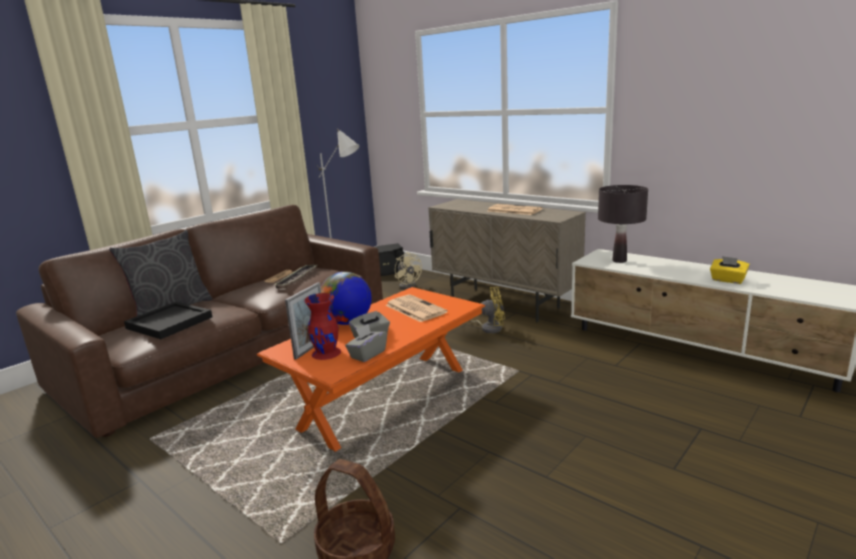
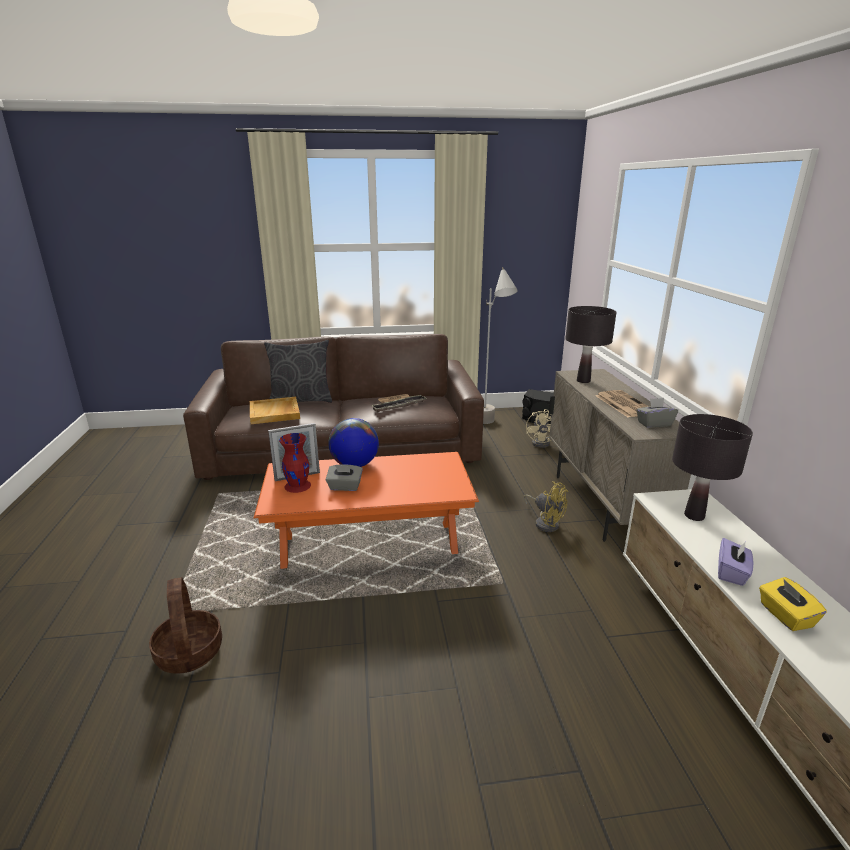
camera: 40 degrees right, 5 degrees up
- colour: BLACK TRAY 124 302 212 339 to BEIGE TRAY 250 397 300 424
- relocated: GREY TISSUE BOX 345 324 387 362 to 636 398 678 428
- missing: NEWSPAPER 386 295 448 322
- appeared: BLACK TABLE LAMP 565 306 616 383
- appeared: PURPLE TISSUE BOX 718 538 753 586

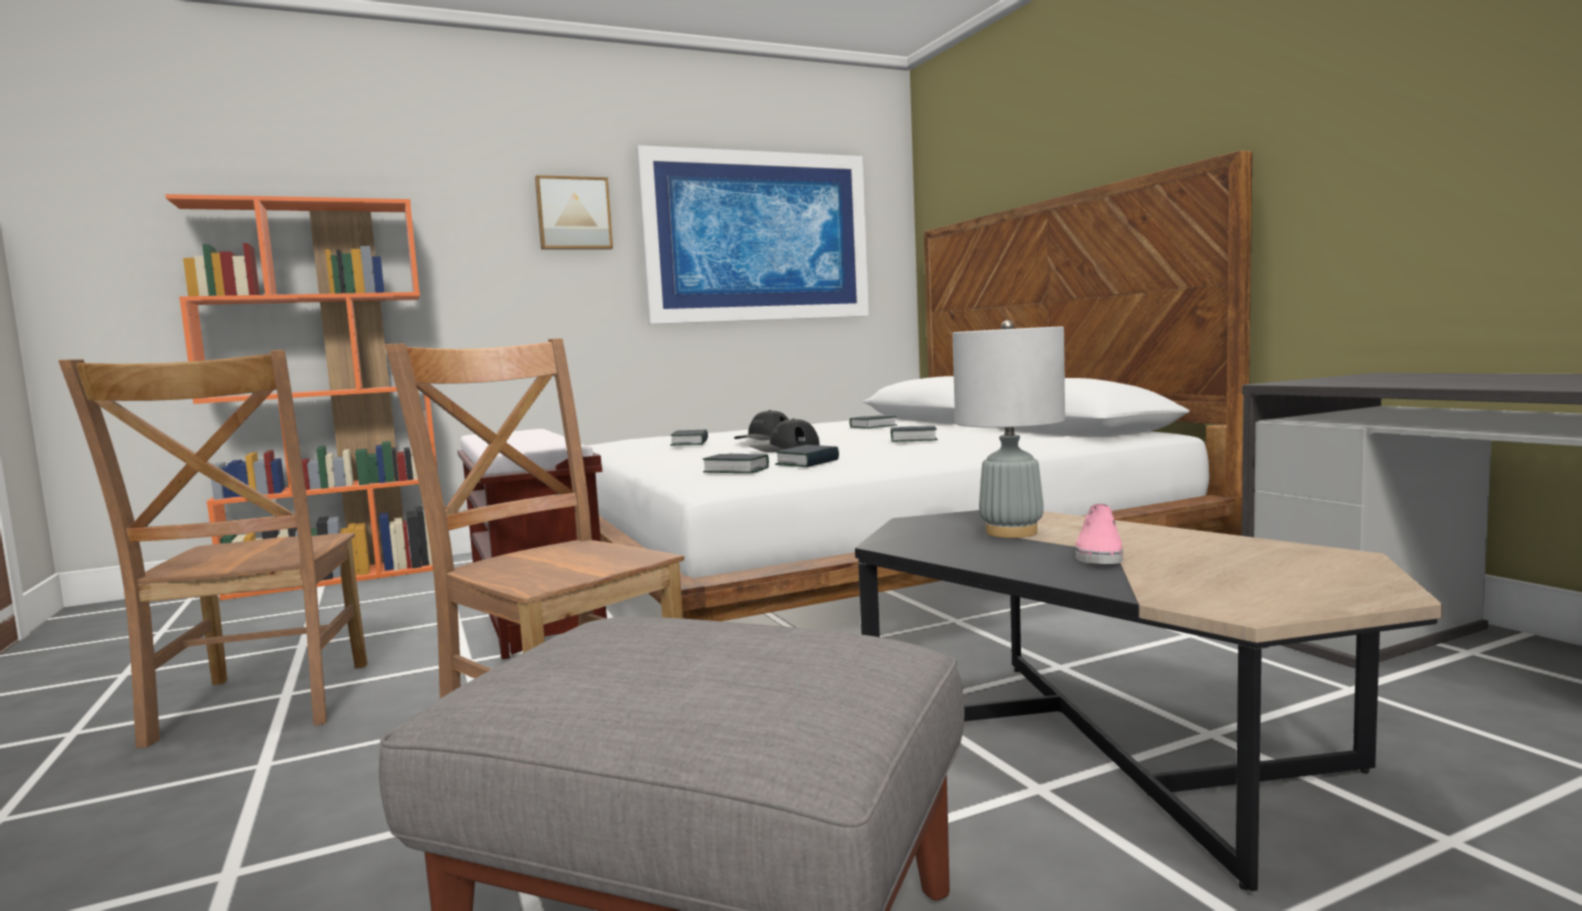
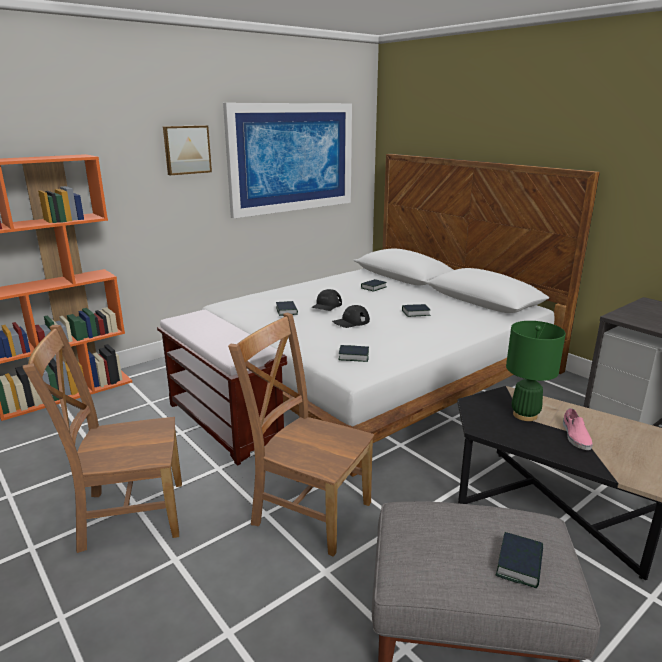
camera: 15 degrees left, 15 degrees up
- spun: BROWN CHAIR 58 350 368 748 = 23 325 182 553 105 degrees clockwise
- relocated: BOOK 775 445 839 467 to 496 532 543 588
- colour: GREY TABLE LAMP 952 320 1065 538 to GREEN TABLE LAMP 506 321 566 421

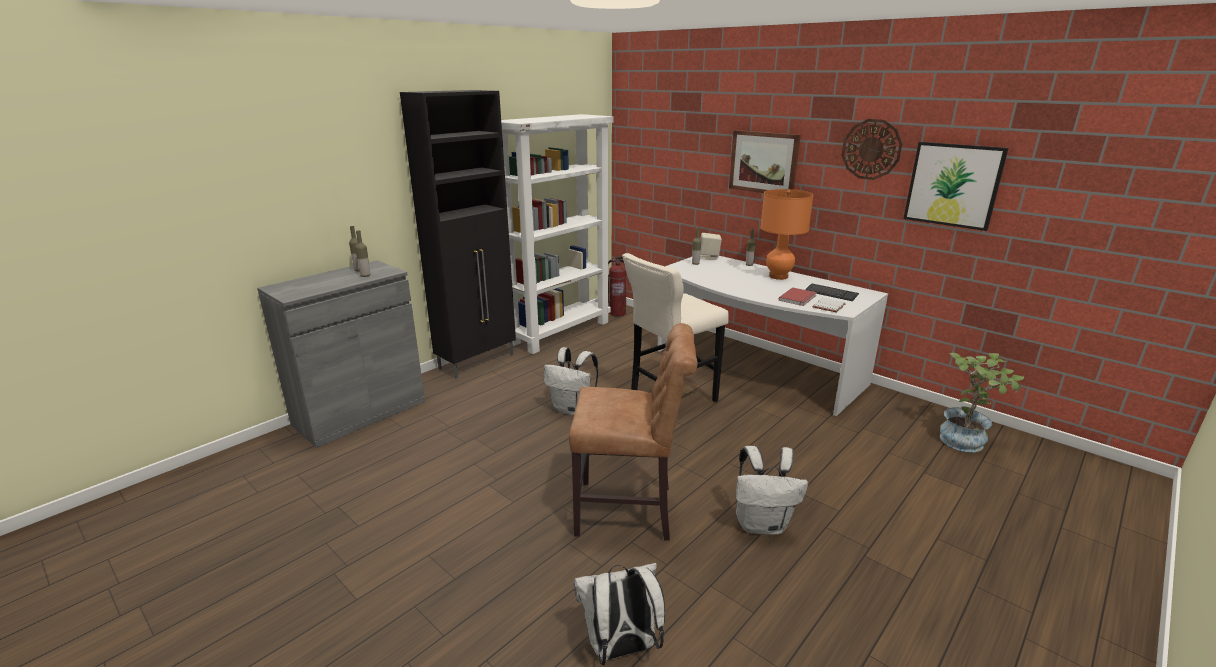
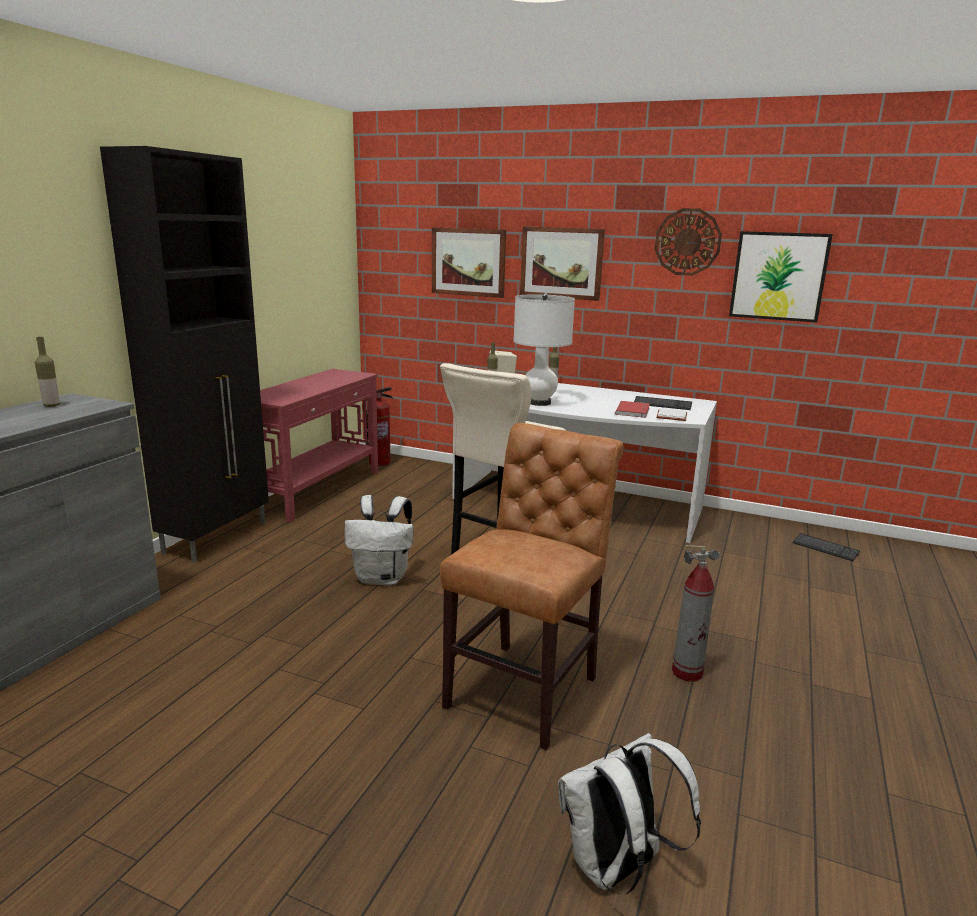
camera: 20 degrees left, 5 degrees down
- missing: BOTTLE 355 230 371 277
- exchanged: WHITE BOOKCASE 501 114 613 354 to RED CONSOLE TABLE 260 369 378 523
- spun: BROWN CHAIR 569 323 697 541 = 440 423 624 750 45 degrees counterclockwise
- exchanged: WHITE BACKPACK 736 446 808 535 to FIRE EXTINGUISHER 672 545 720 682
- missing: ORANGE TABLE LAMP 760 189 814 280
- exchanged: POTTED PLANT 940 353 1024 452 to KEYBOARD 792 533 860 561
- appeared: PICTURE 432 227 506 298
- appeared: WHITE TABLE LAMP 513 293 575 406

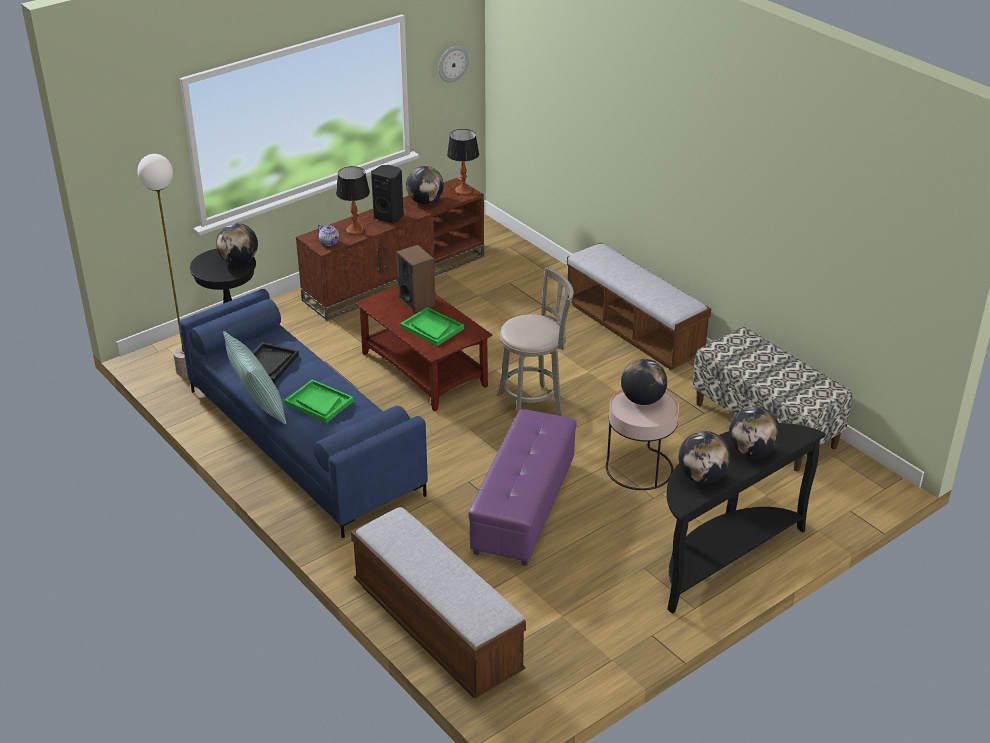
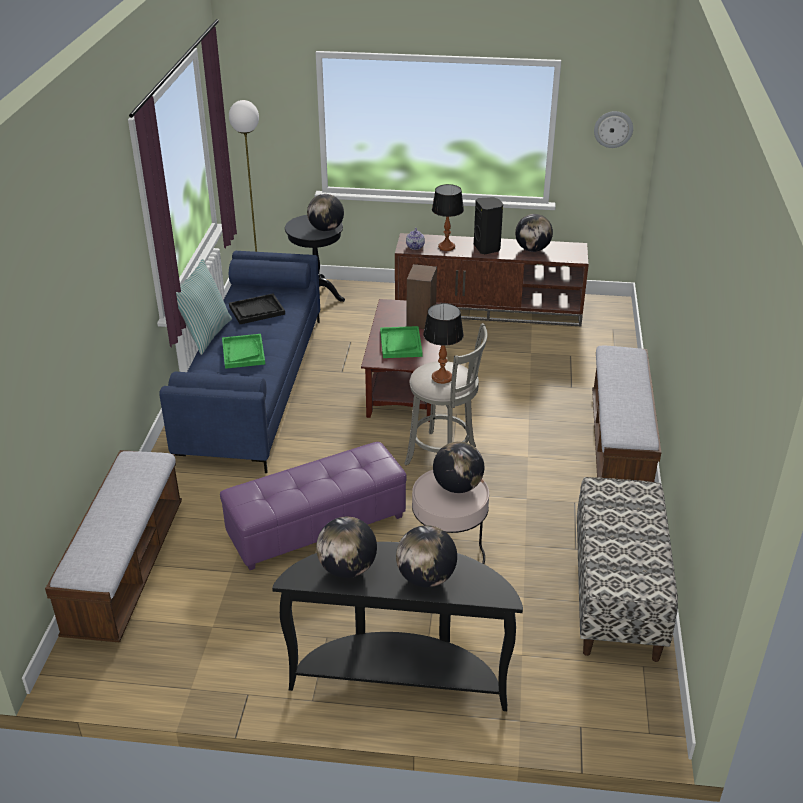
camera: 45 degrees right, 0 degrees up
- relocated: TABLE LAMP 447 129 479 195 to 423 303 464 384

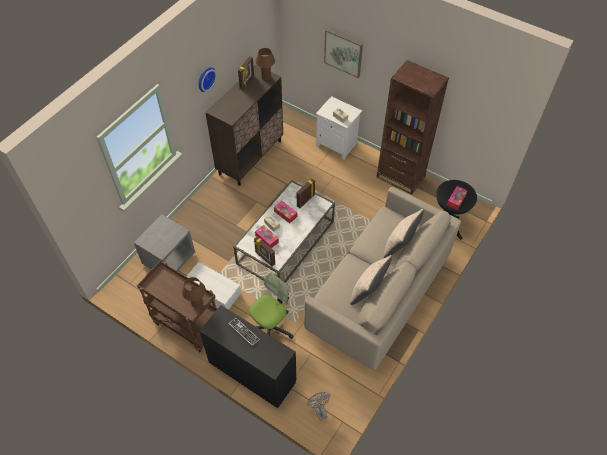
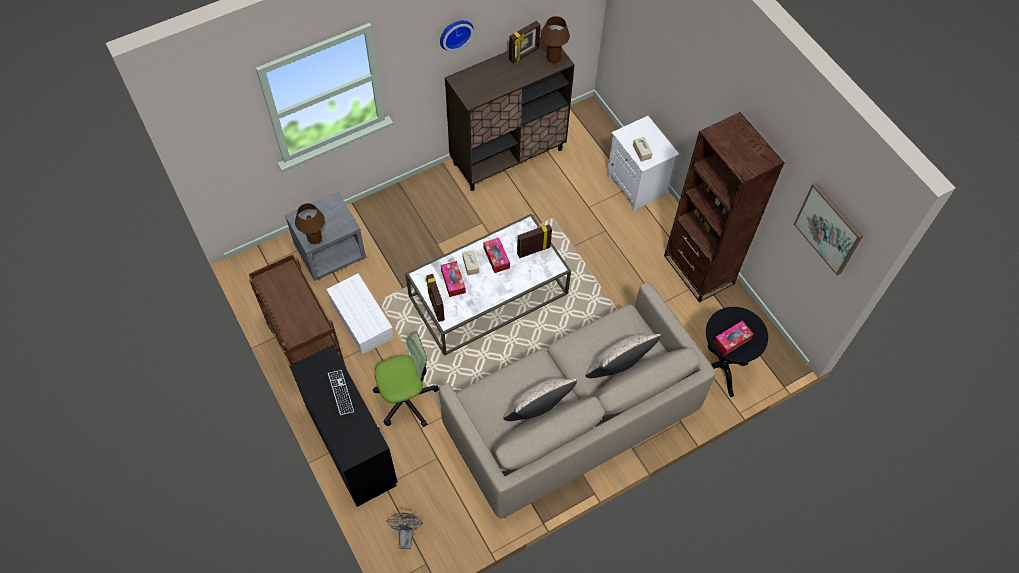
camera: 25 degrees right, 5 degrees up
- relocated: BROWN TABLE LAMP 182 277 206 308 to 295 203 325 244
- relocated: PICTURE 324 29 363 78 to 794 182 863 275

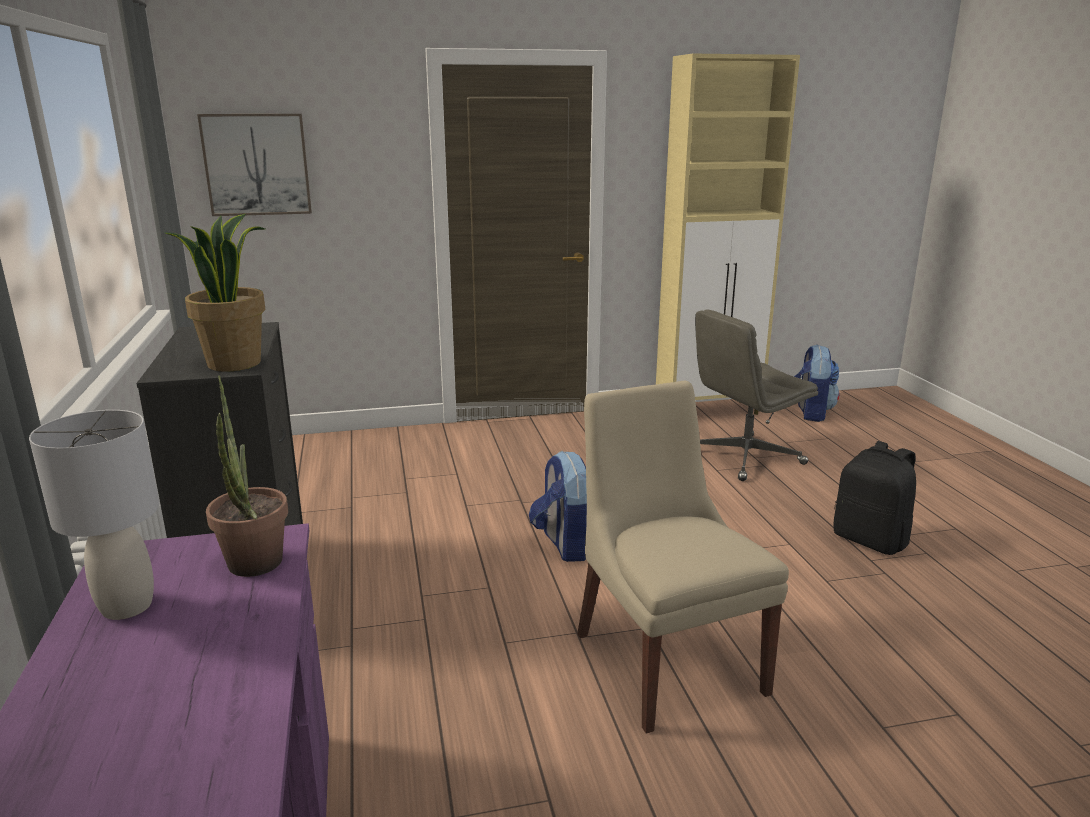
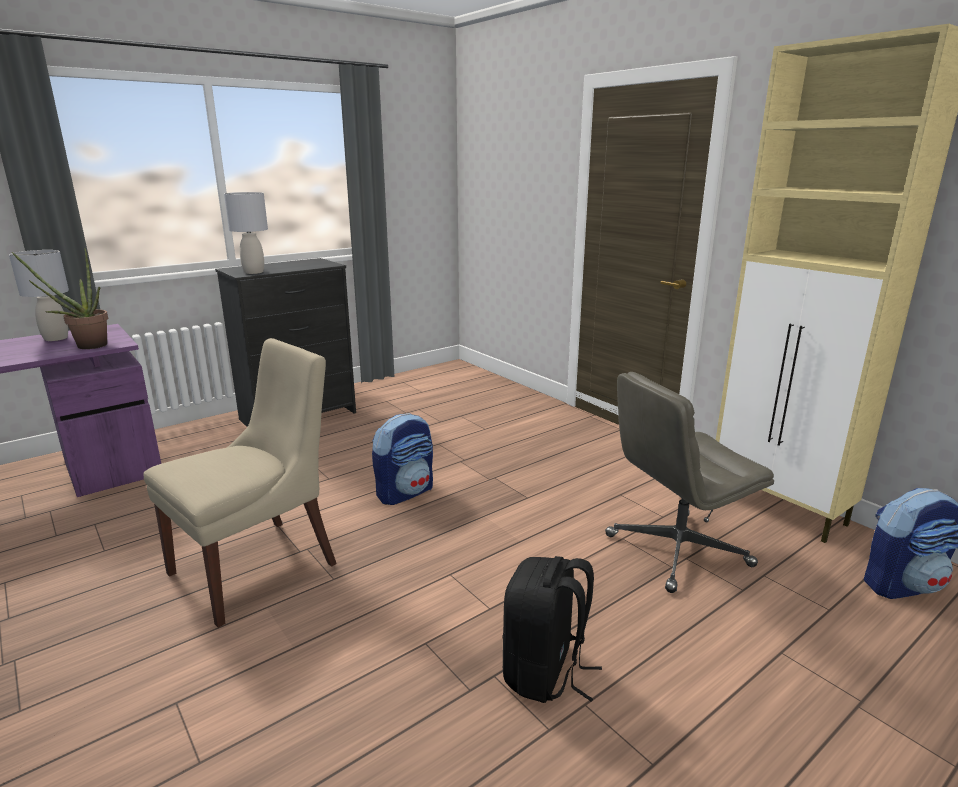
camera: 65 degrees right, 0 degrees up
- exchanged: POTTED PLANT 165 214 266 372 to GREY TABLE LAMP 224 192 268 274
- missing: PICTURE 197 114 312 216
- spun: GREY OFFICE CHAIR 695 309 818 481 = 605 372 774 593 60 degrees counterclockwise

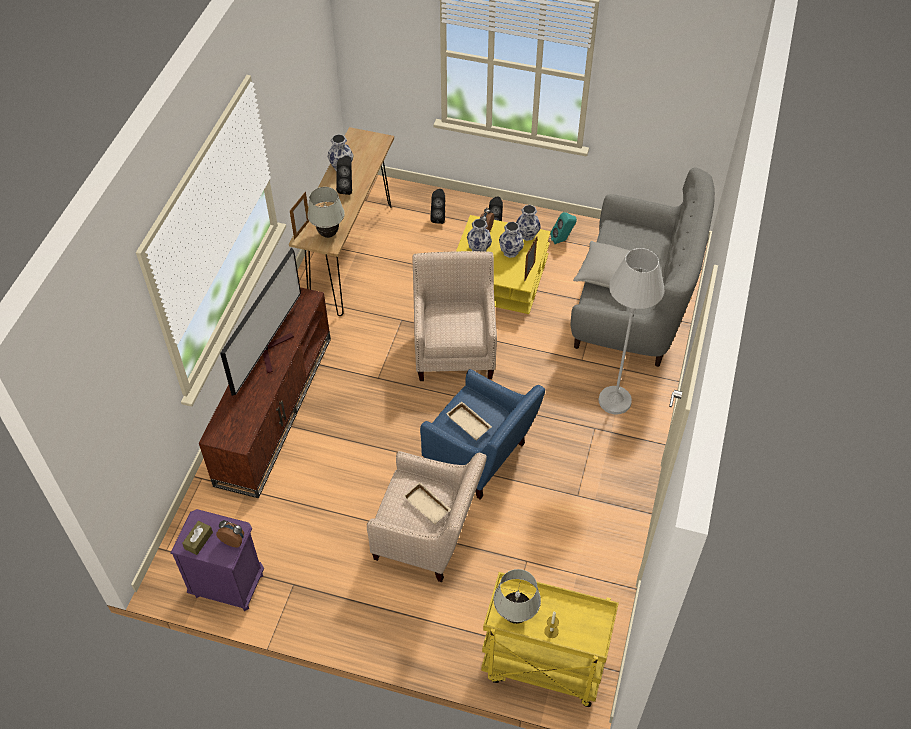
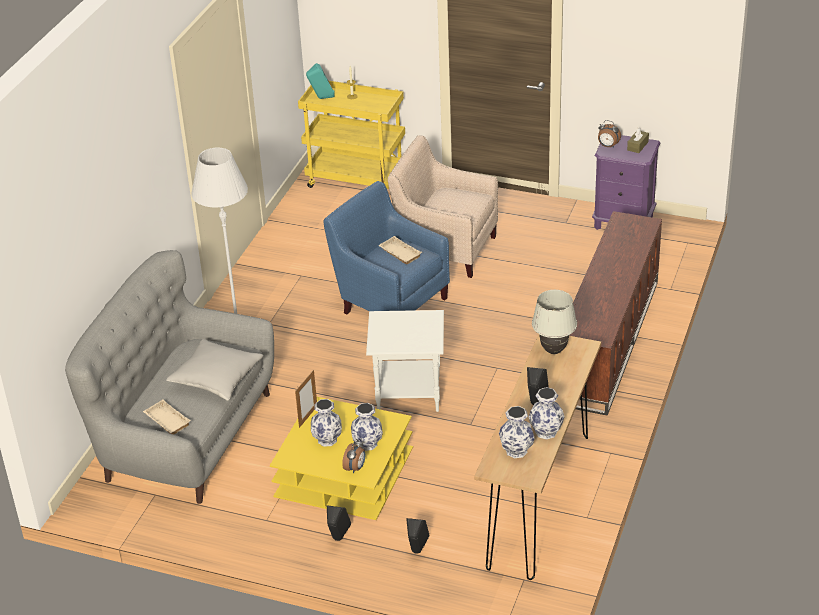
camera: 175 degrees left, 15 degrees down
- missing: TELEVISION 220 247 301 396
- missing: PICTURE FRAME 290 191 309 240
- relocated: BEIGE TRAY 404 482 451 525 to 143 400 191 434
- exchanged: BEIGE ARMCHAIR 413 251 497 381 to WHITE SIDE TABLE 366 310 444 412
- missing: WHITE TABLE LAMP 493 569 541 624
- relocated: VASE 516 205 541 241 to 499 406 535 458
- relocated: TURQUOISE SPEAKER 550 212 577 244 to 306 63 335 99

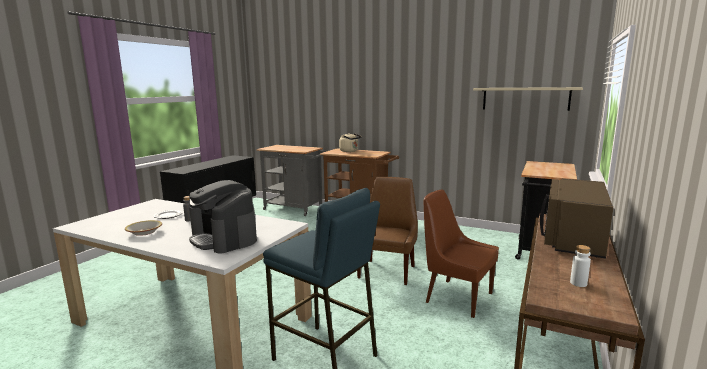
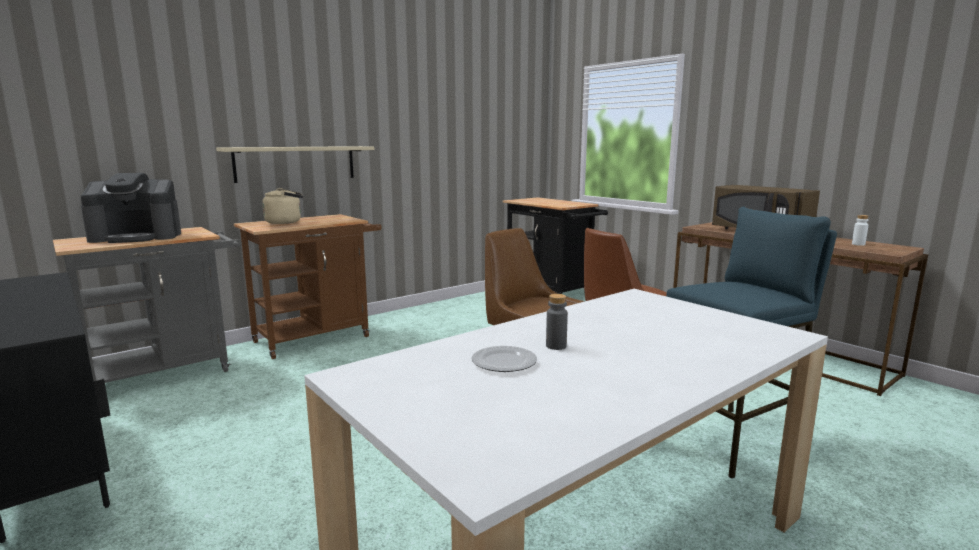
camera: 65 degrees left, 0 degrees up
- missing: BOWL 125 220 162 236
- relocated: COFFEE MACHINE 189 180 257 253 to 80 173 181 243
- relocated: BEIGE SHELF 473 87 583 111 to 216 146 374 183

